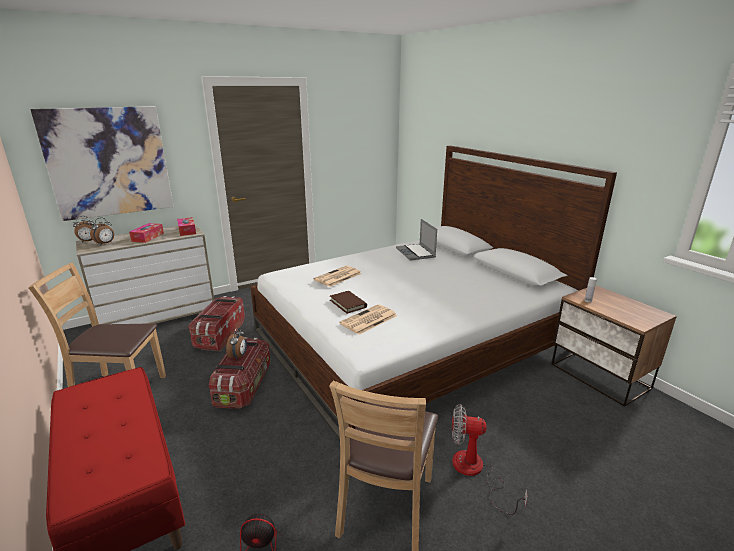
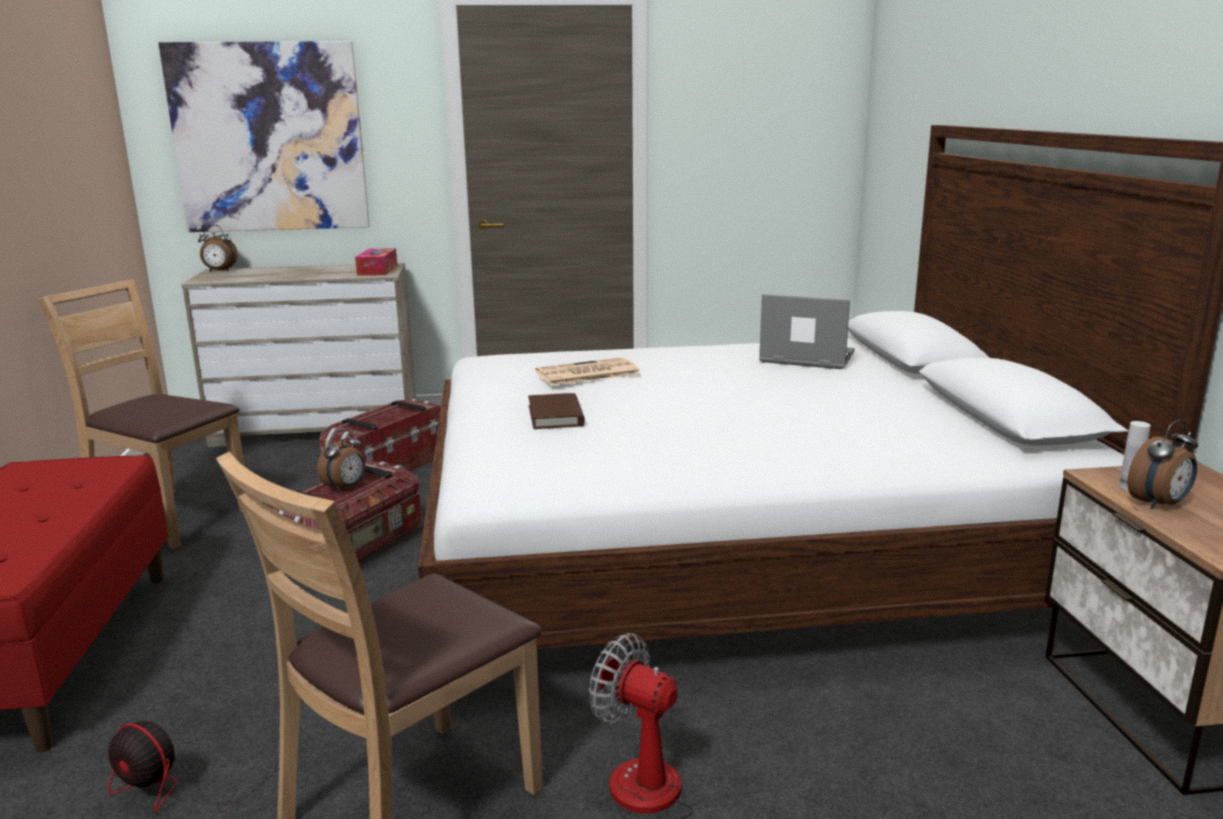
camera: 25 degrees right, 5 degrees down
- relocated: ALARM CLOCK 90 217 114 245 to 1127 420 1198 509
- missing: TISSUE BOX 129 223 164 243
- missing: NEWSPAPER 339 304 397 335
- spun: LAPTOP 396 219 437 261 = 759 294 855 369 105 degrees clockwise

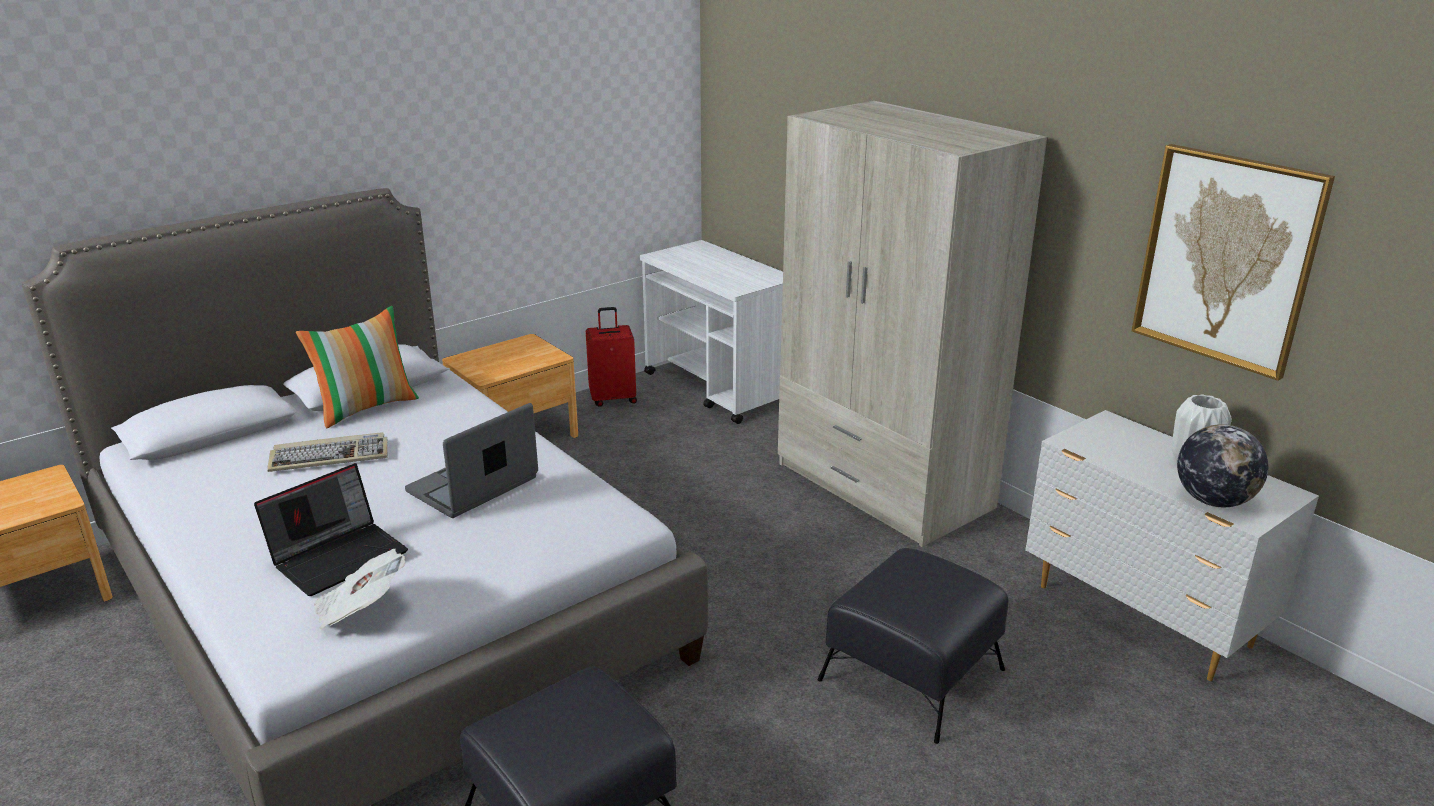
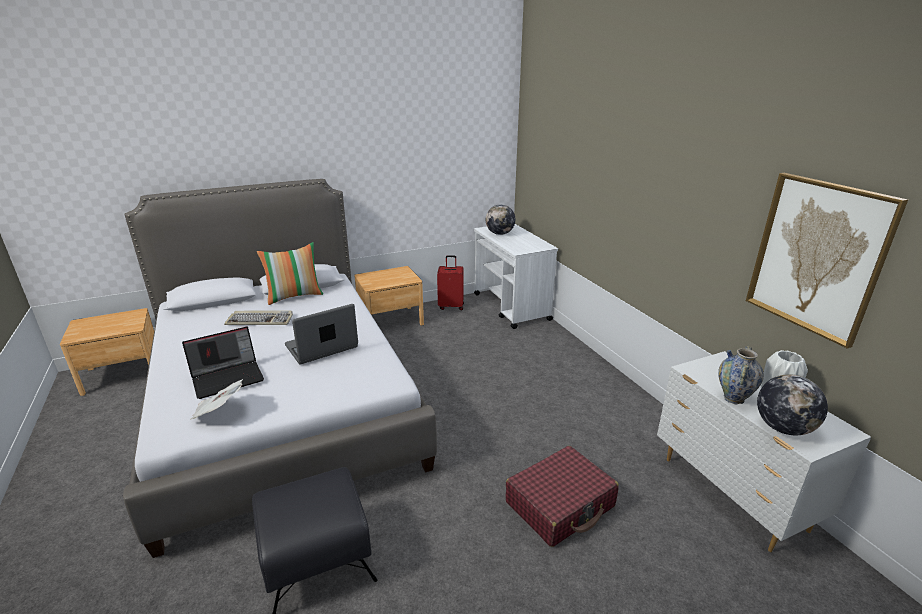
camera: 15 degrees right, 0 degrees up
- missing: BEIGE WARDROBE 778 101 1047 547
- exchanged: BLACK OTTOMAN 818 548 1008 744 to RED SUITCASE 505 446 619 547
- appeared: GLOBE 486 204 515 235
- appeared: VASE 718 346 764 405

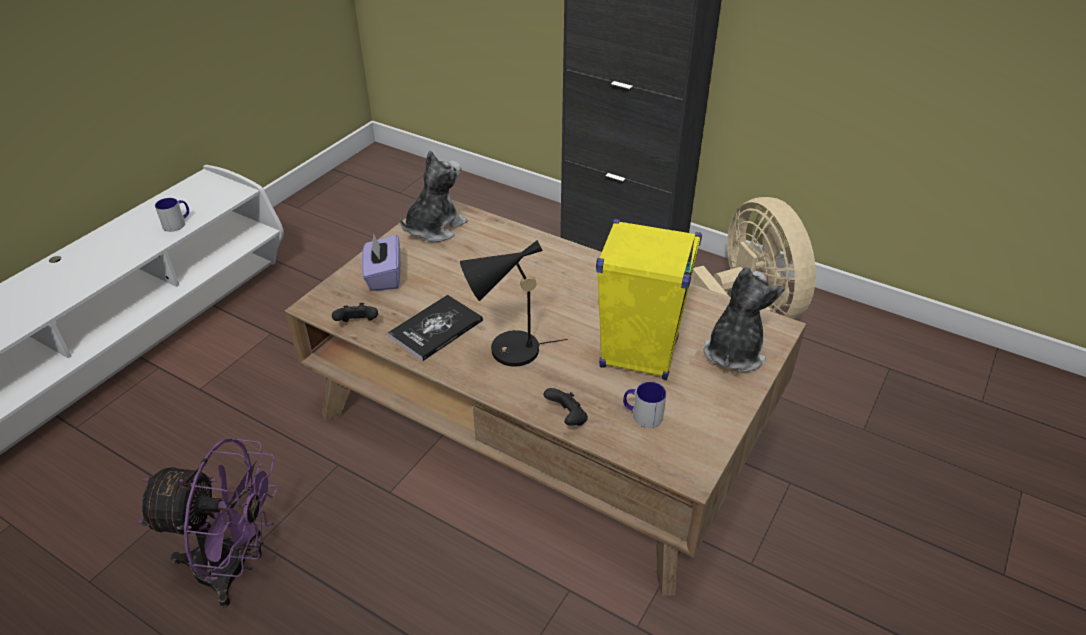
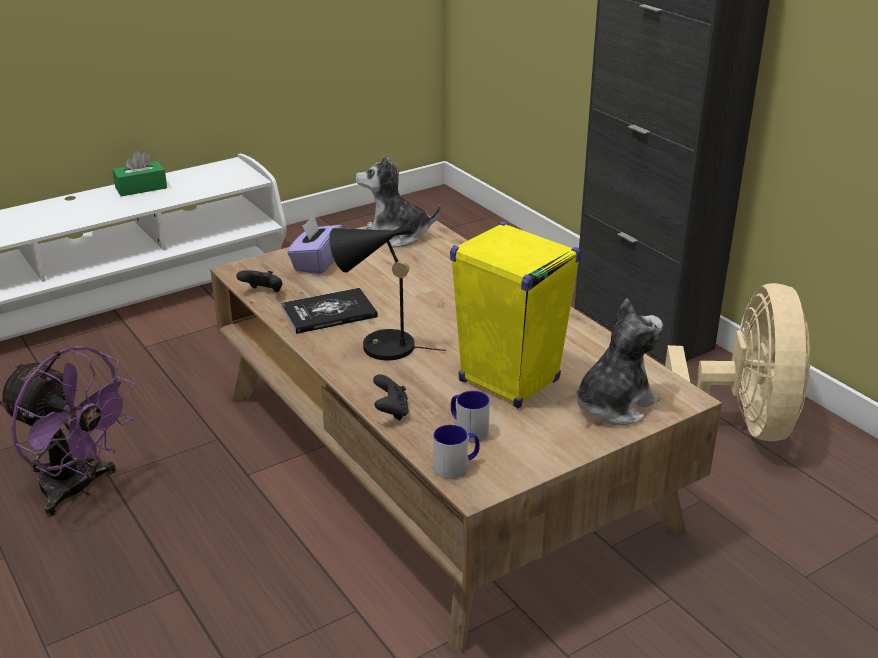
camera: 25 degrees right, 10 degrees down
- relocated: MUG 155 198 189 232 to 433 425 480 479
- spun: PLUSH TOY 400 150 468 242 = 356 154 441 248 150 degrees counterclockwise
- appeared: GREEN TISSUE BOX 112 151 167 196

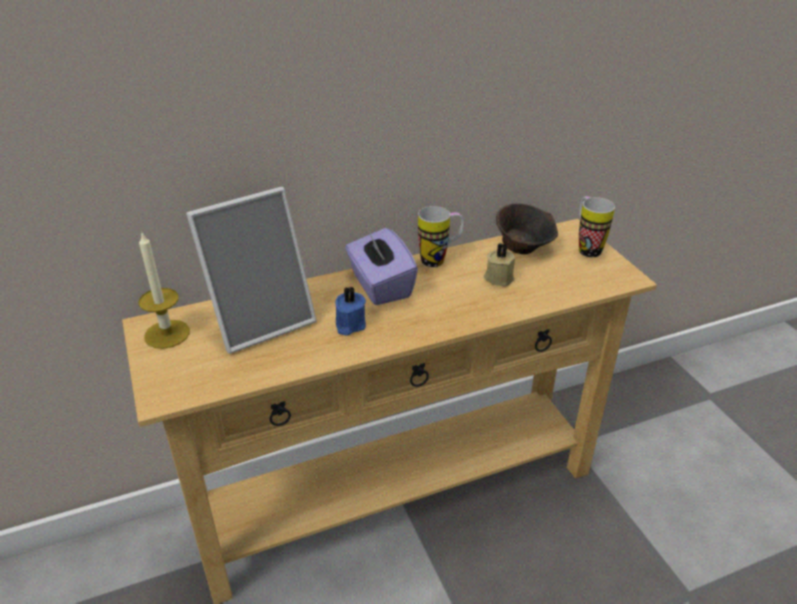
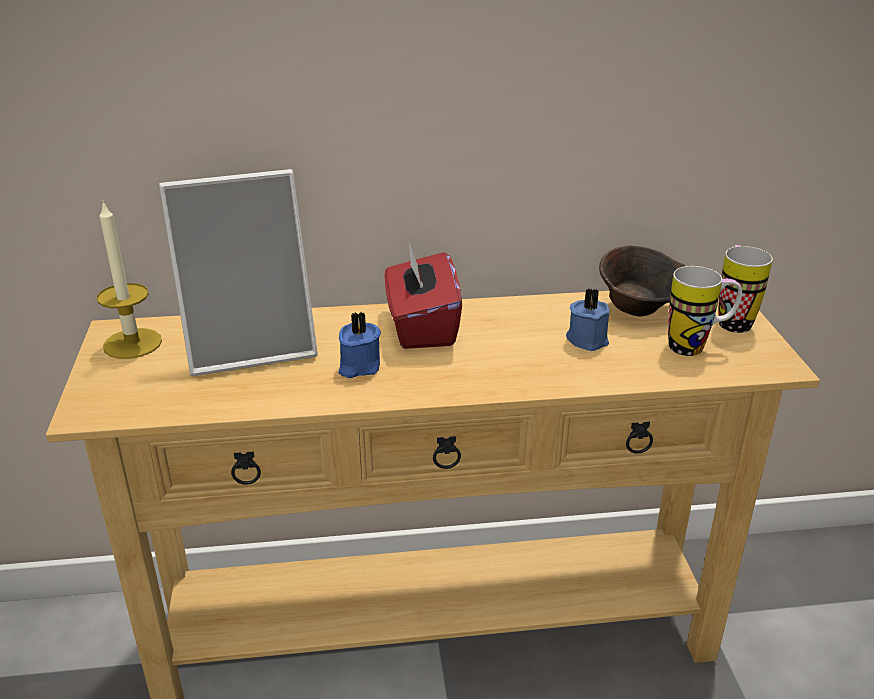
camera: 15 degrees right, 5 degrees down
- colour: PURPLE TISSUE BOX 345 228 418 305 to RED TISSUE BOX 384 243 462 349
- relocated: MUG 418 206 464 267 to 668 266 742 356
- colour: BEIGE CANDLE 484 243 515 287 to BLUE CANDLE 566 288 609 351

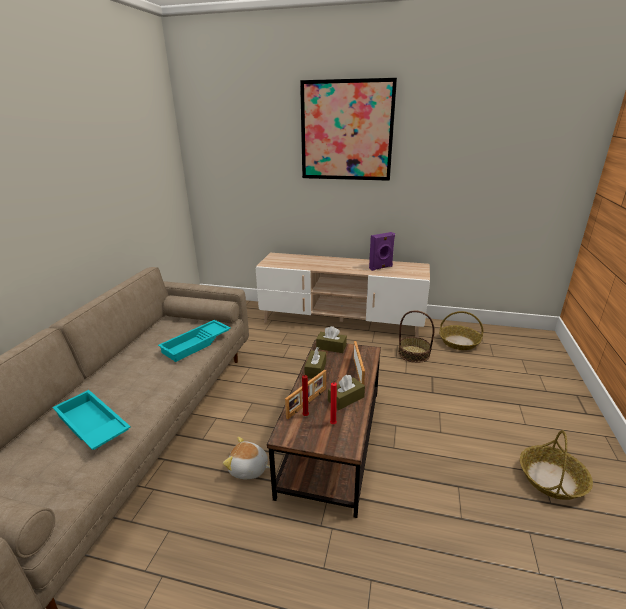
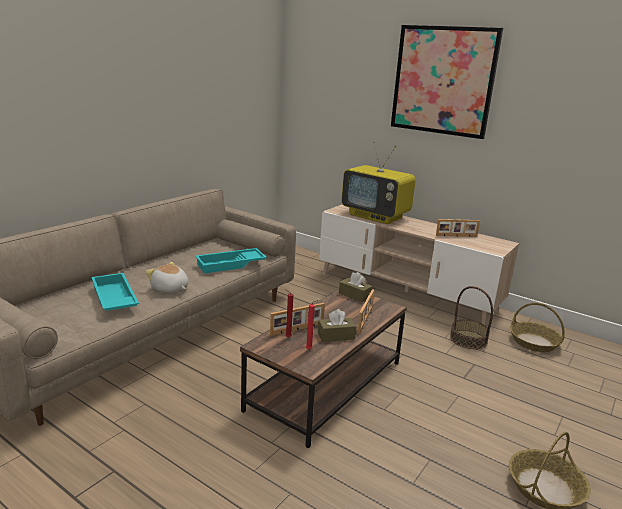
camera: 20 degrees right, 5 degrees down
- relocated: PLUSH TOY 223 437 270 479 to 146 262 189 293
- missing: BROWN TISSUE BOX 304 347 326 379
- exchanged: PURPLE SPEAKER 369 232 395 271 to PICTURE FRAME 436 219 480 237
- appeared: TELEVISION 341 141 416 224

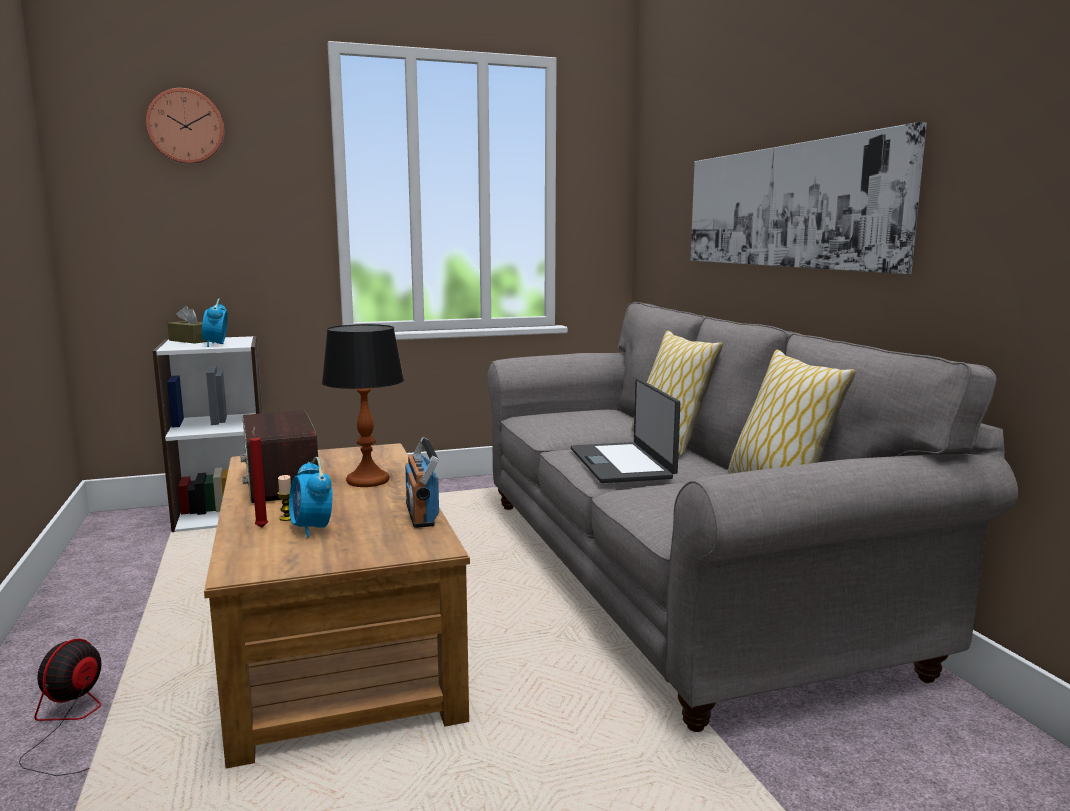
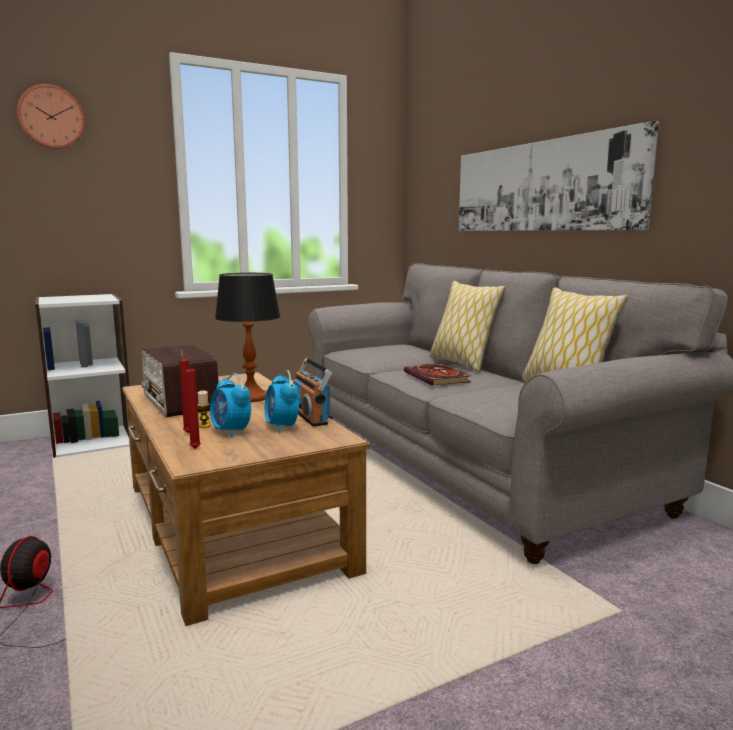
camera: 10 degrees left, 0 degrees up
- missing: BROWN TISSUE BOX 167 306 207 343
- relocated: ALARM CLOCK 202 298 228 347 to 265 370 299 433
- exchanged: LAPTOP 571 378 680 483 to BOOK 404 363 471 386
- appeared: RED CANDLE 186 363 201 449

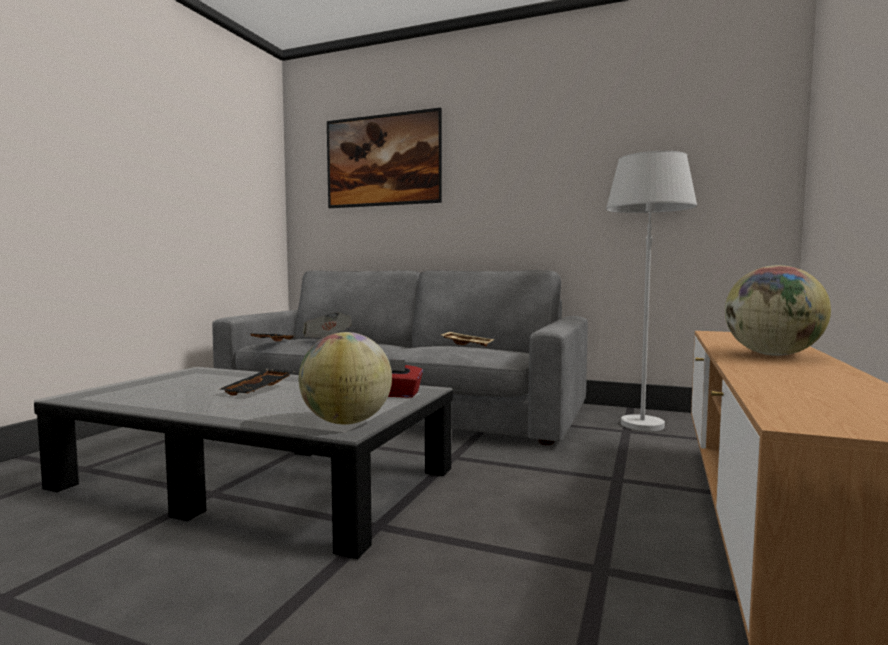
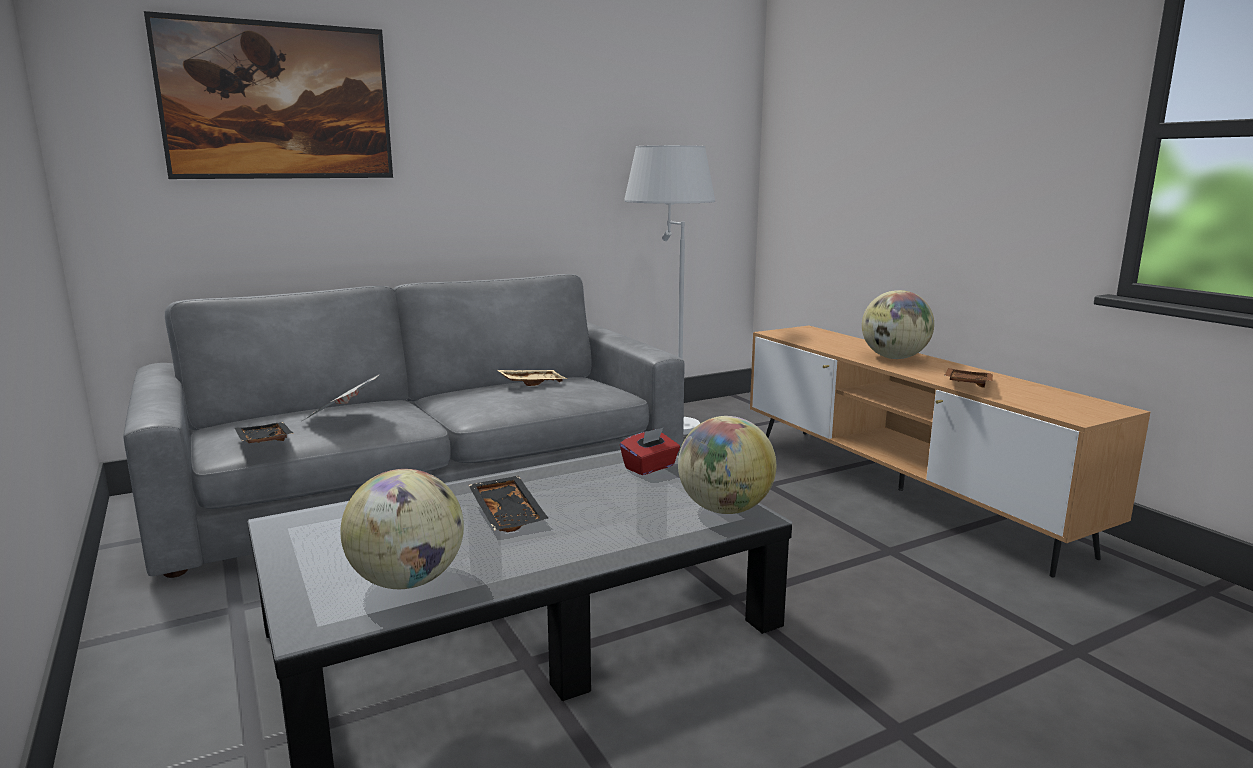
camera: 50 degrees left, 10 degrees up
- appeared: GLOBE 340 469 464 589
- appeared: BROWN TRAY 944 368 993 388

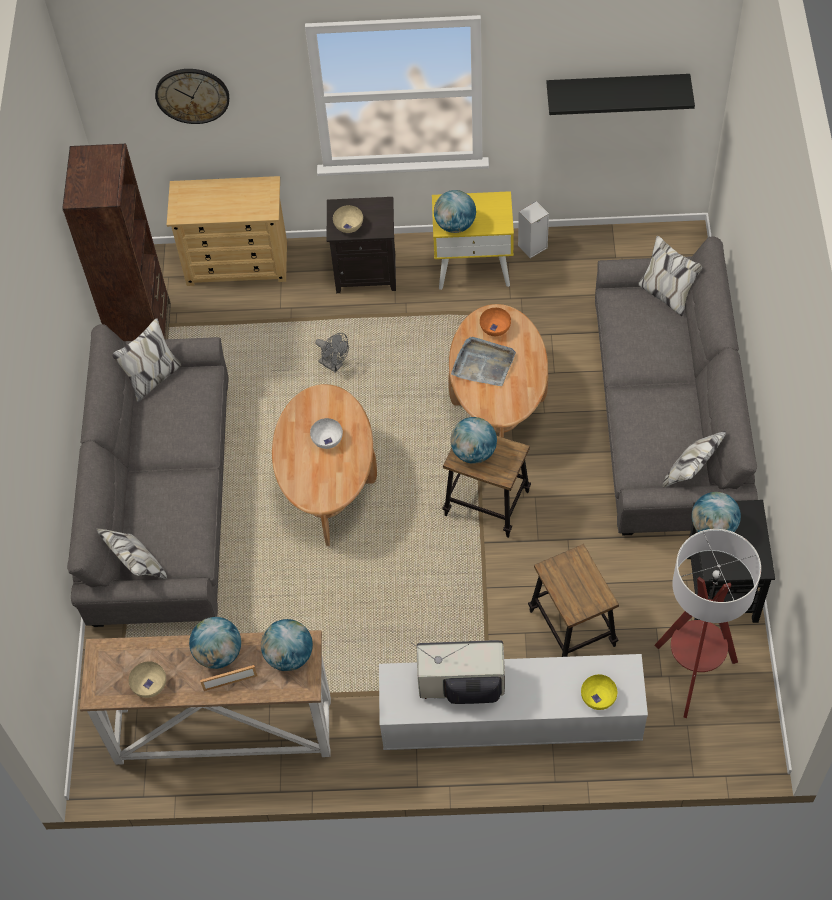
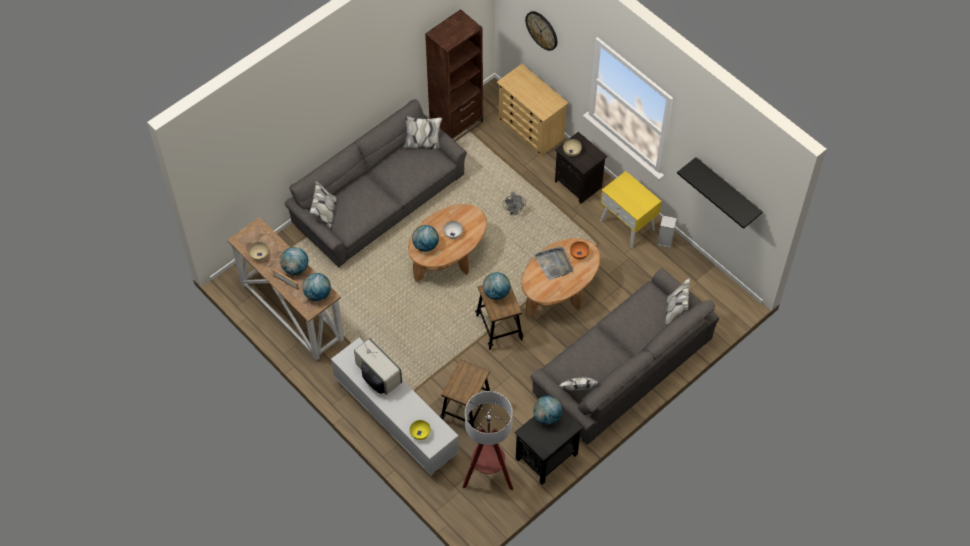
camera: 45 degrees right, 0 degrees up
- relocated: GLOBE 434 190 476 233 to 412 225 439 252

